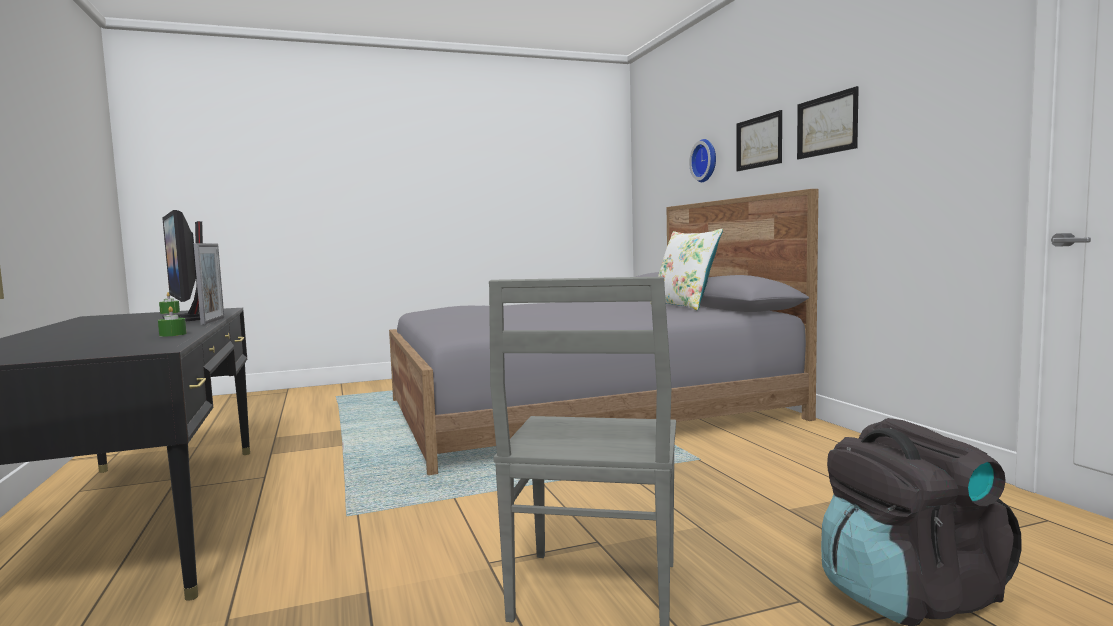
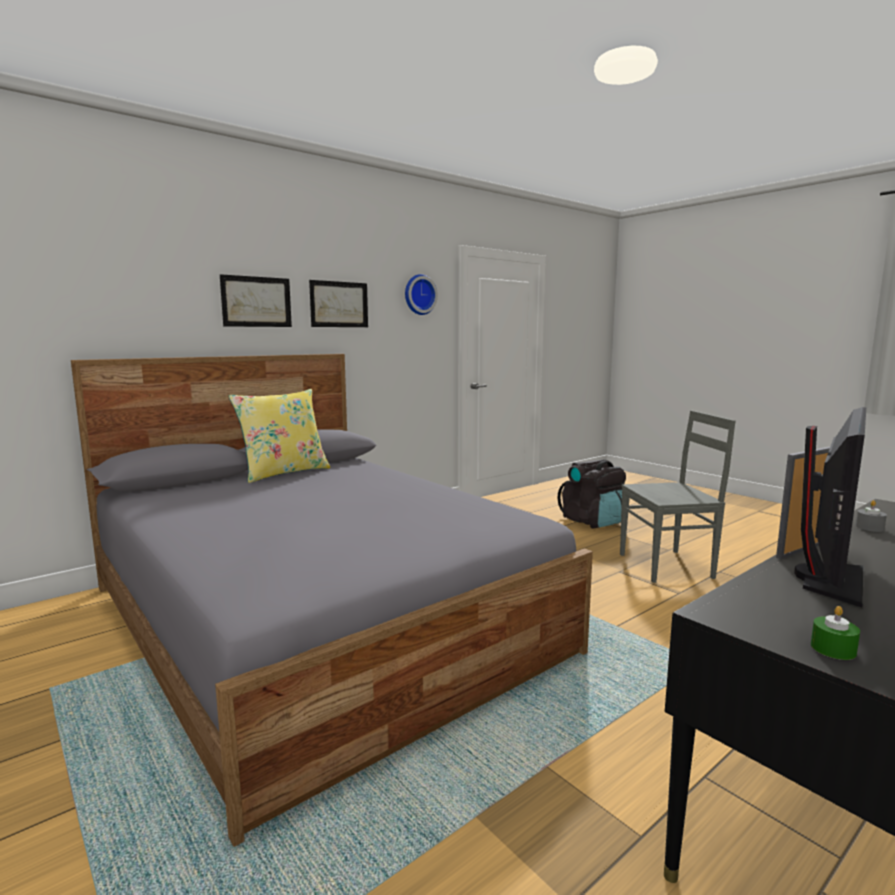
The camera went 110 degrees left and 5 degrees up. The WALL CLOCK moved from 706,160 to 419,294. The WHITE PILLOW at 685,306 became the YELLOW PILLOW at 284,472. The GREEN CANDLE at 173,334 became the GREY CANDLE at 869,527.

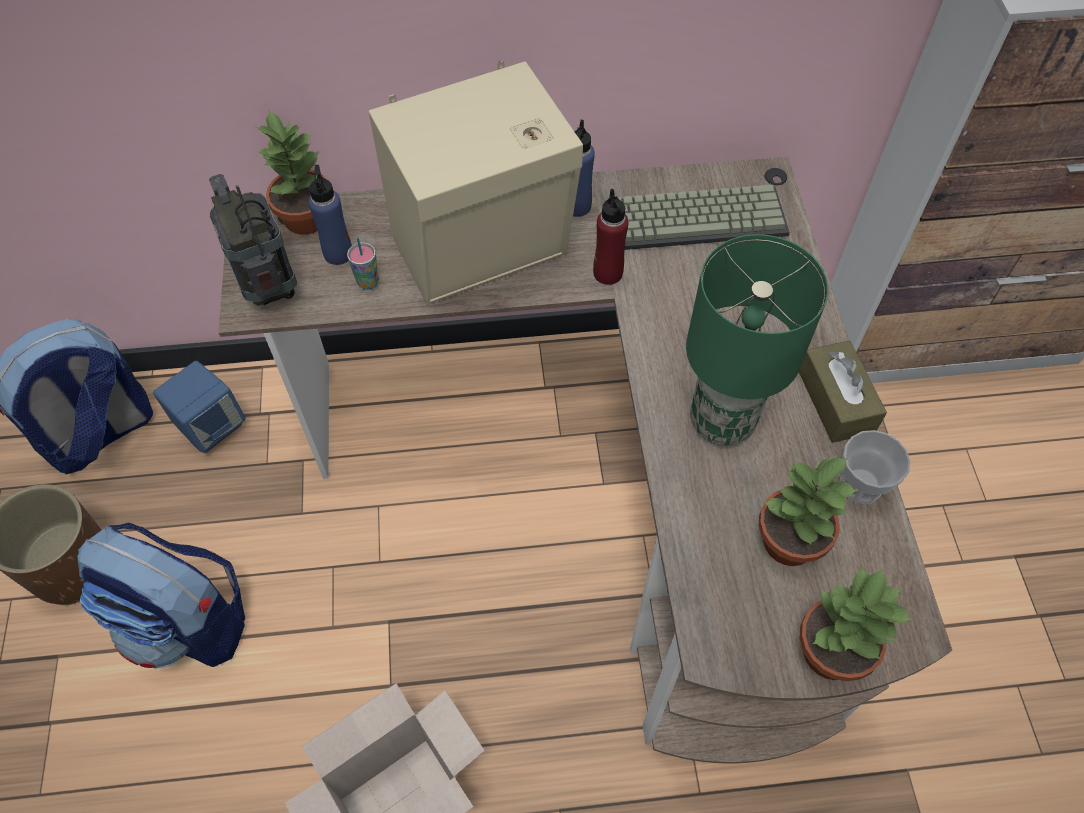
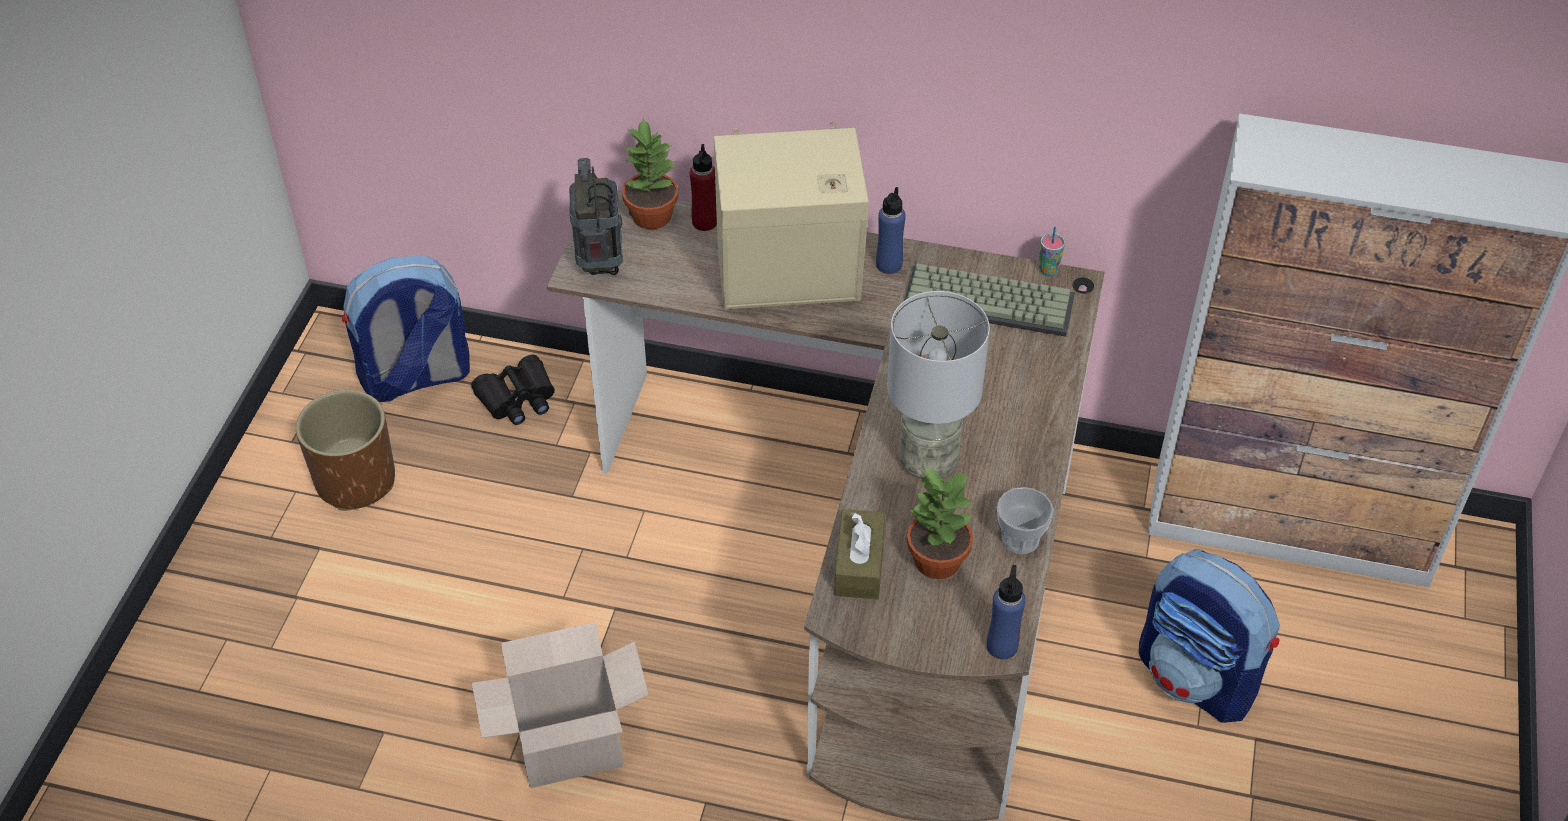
The camera went 20 degrees right and 10 degrees down. The BLUE BOTTLE moved from 338,253 to 1002,646. The RED BOTTLE moved from 608,273 to 704,222. The GREEN TABLE LAMP at 720,421 became the GREY TABLE LAMP at 927,461. The CUP moved from 368,282 to 1048,270. The BROWN TISSUE BOX moved from 836,401 to 859,564. The BLUE SPEAKER at 211,426 was replaced by the BLACK BINOCULARS at 517,399. The BACKPACK moved from 188,623 to 1198,678. The POTTED PLANT at 830,653 disappeared.

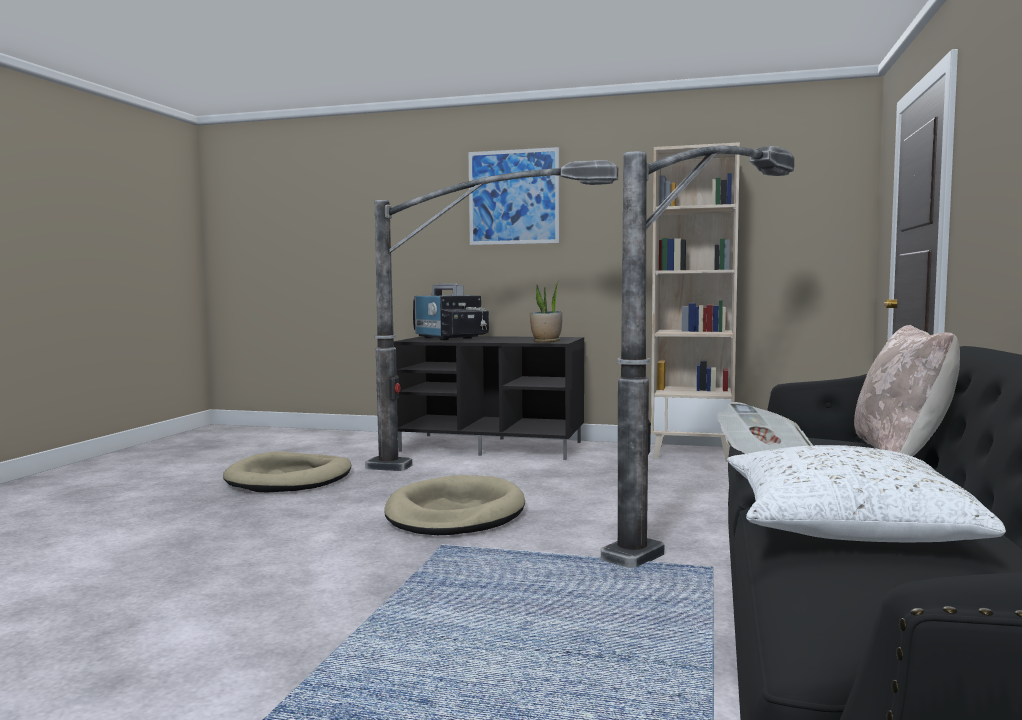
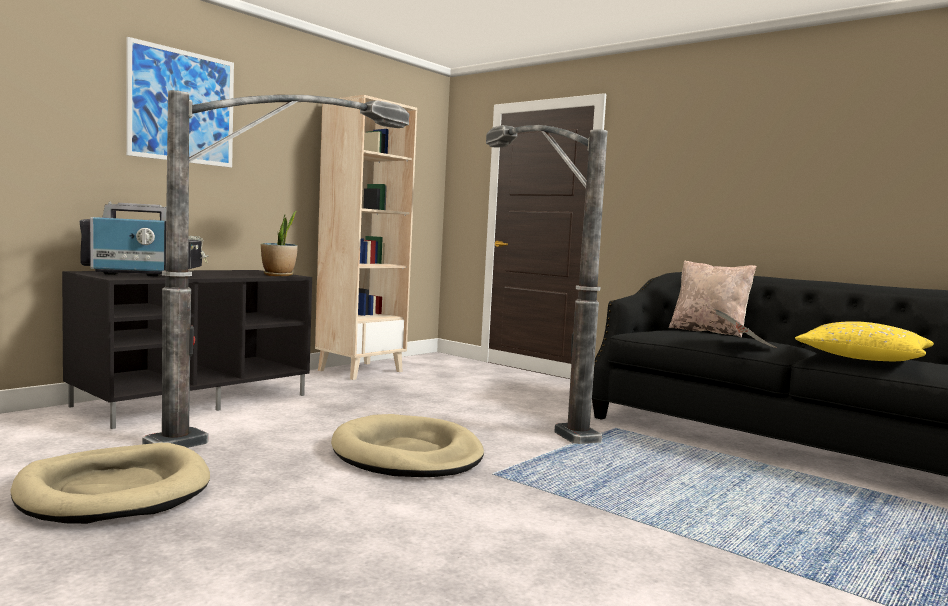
The camera went 65 degrees left and 0 degrees up. The WHITE PILLOW at 842,526 became the YELLOW PILLOW at 862,359.

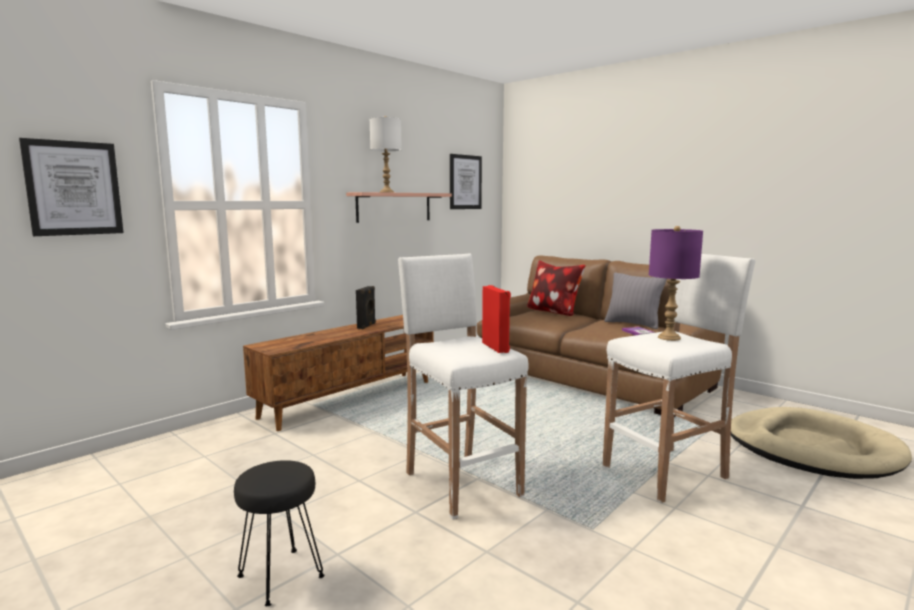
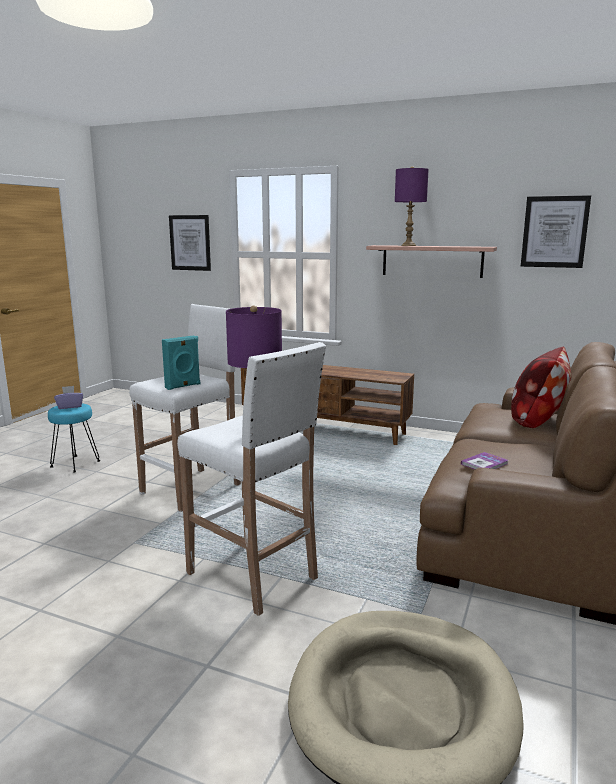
The camera went 70 degrees right and 5 degrees up. The WHITE TABLE LAMP at 387,192 became the PURPLE TABLE LAMP at 408,245. The GREY PILLOW at 633,324 disappeared. The RED SPEAKER at 496,347 became the TURQUOISE SPEAKER at 183,386. The BLACK SPEAKER at 367,326 disappeared. The BLACK STOOL at 281,575 became the TURQUOISE STOOL at 76,464. The PURPLE TISSUE BOX at 70,406 appeared.

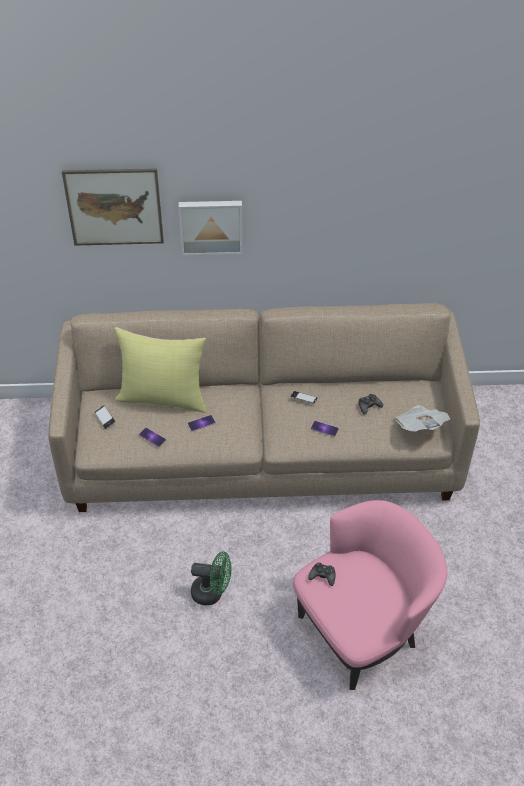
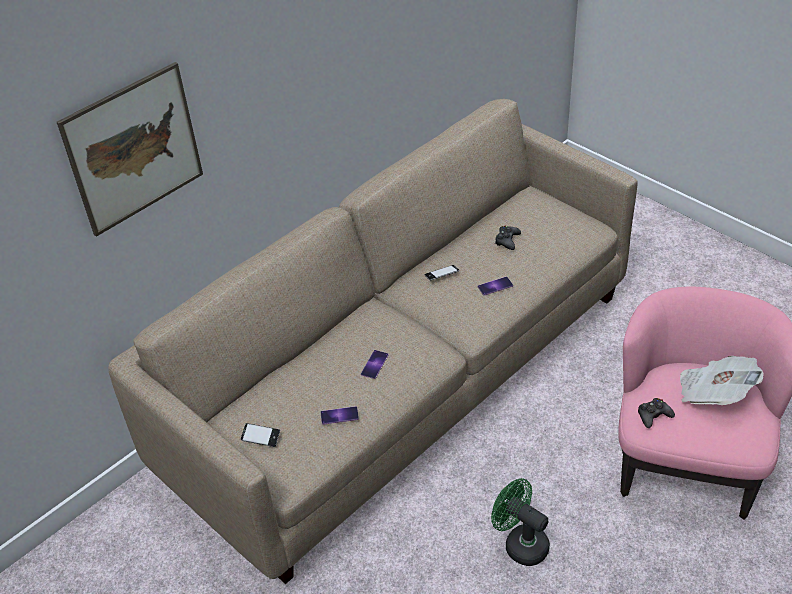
The camera went 40 degrees left and 5 degrees down. The PICTURE at 211,226 disappeared. The YELLOW PILLOW at 163,397 disappeared. The NEWSPAPER moved from 420,427 to 714,393. The GREEN FAN at 212,592 turned 105 degrees counterclockwise.

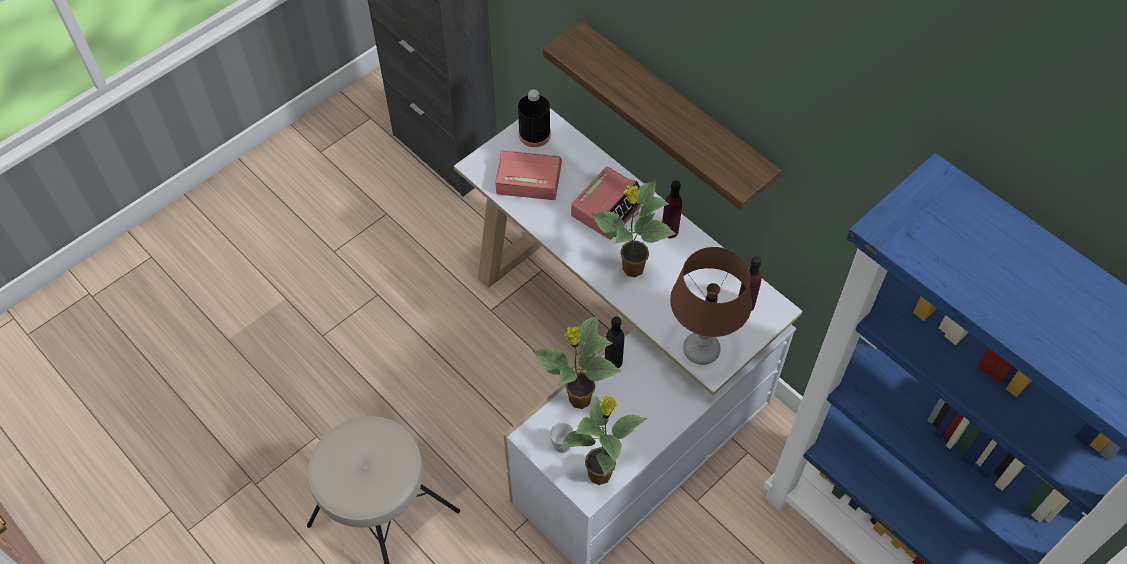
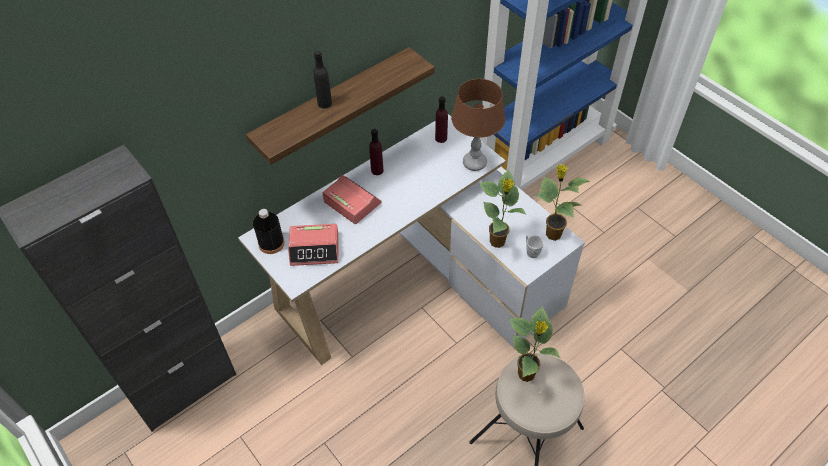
The camera went 85 degrees left and 5 degrees down. The ALARM CLOCK at 528,178 turned 105 degrees counterclockwise. The POTTED PLANT moved from 631,269 to 526,375. The BLACK BOTTLE moved from 613,361 to 324,103.

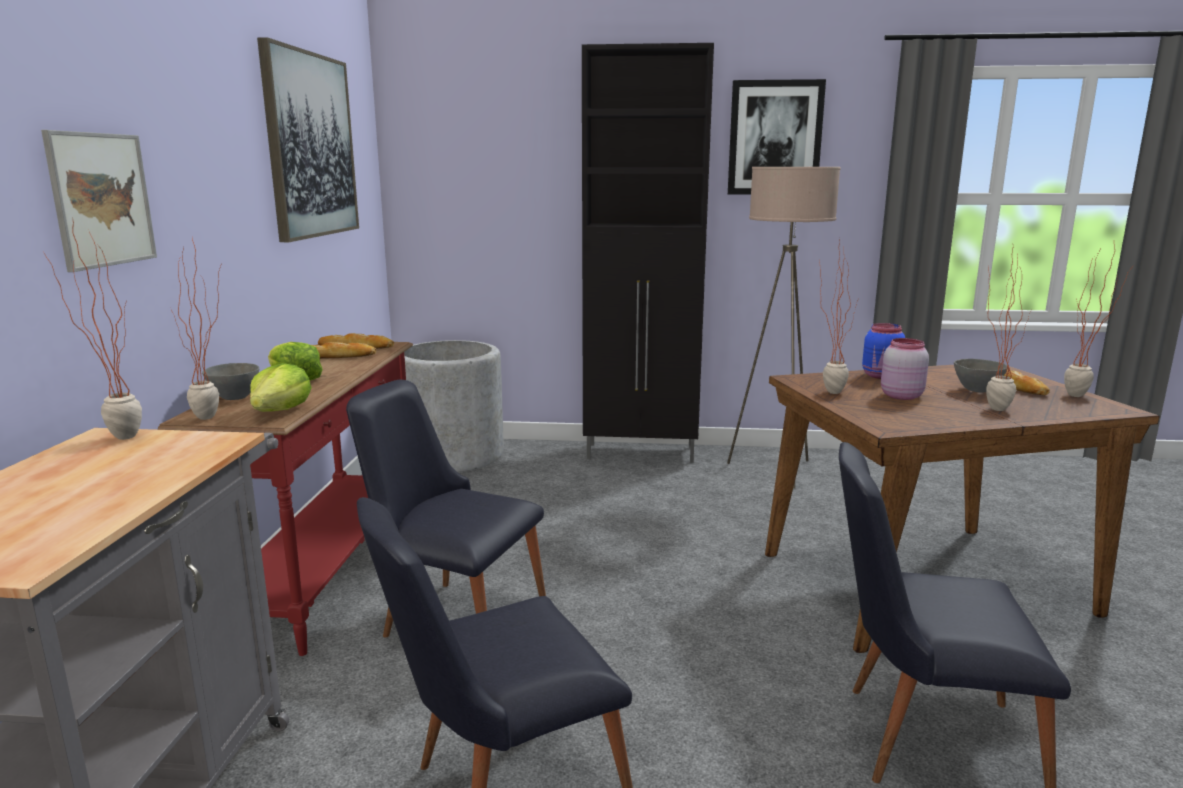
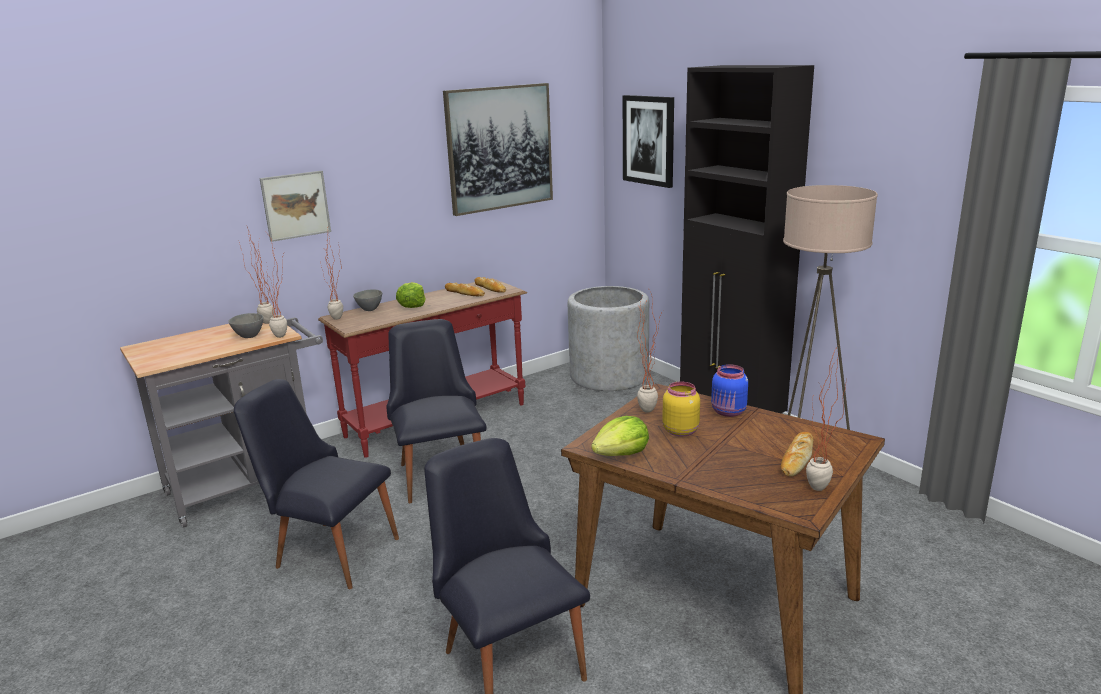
The camera went 50 degrees right and 5 degrees up. The PICTURE moved from 775,138 to 649,140. The POTTED PLANT moved from 992,407 to 285,334. The PINK JAR at 900,396 became the YELLOW JAR at 680,430. The GREY BOWL moved from 977,390 to 248,336. The LETTUCE moved from 280,411 to 621,454.

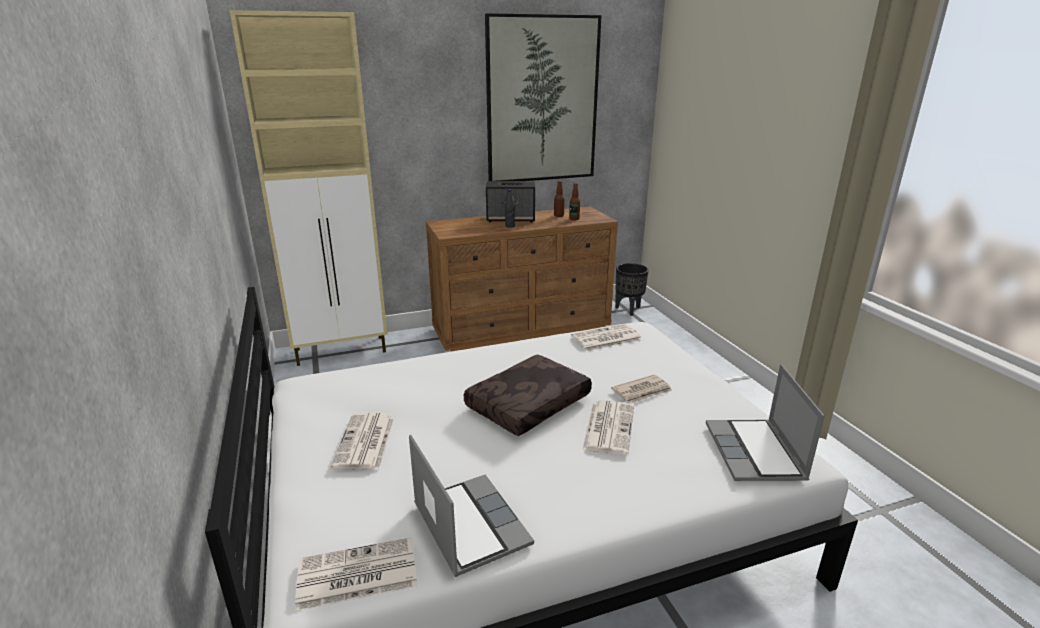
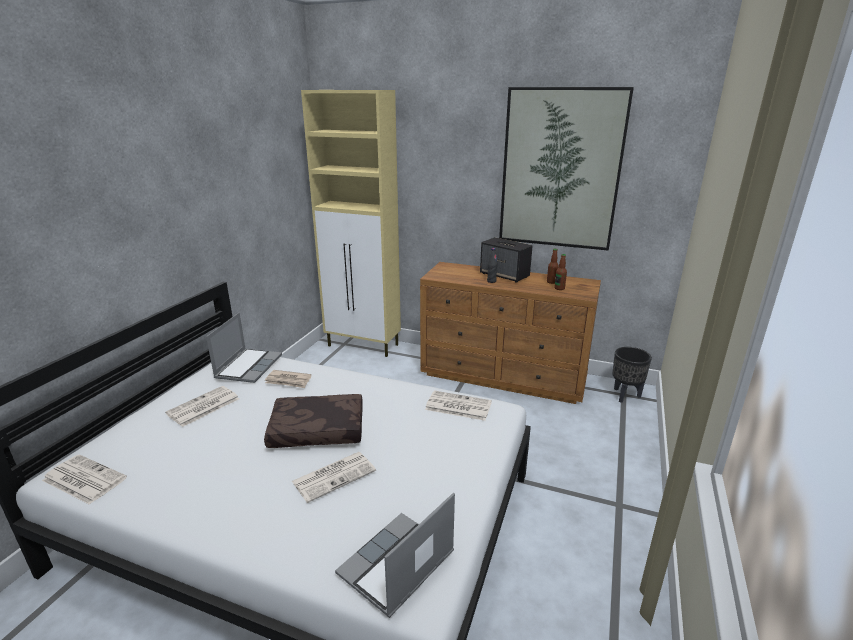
The camera went 40 degrees right and 0 degrees up. The NEWSPAPER moved from 642,391 to 288,381. The LAPTOP moved from 468,524 to 248,366.

